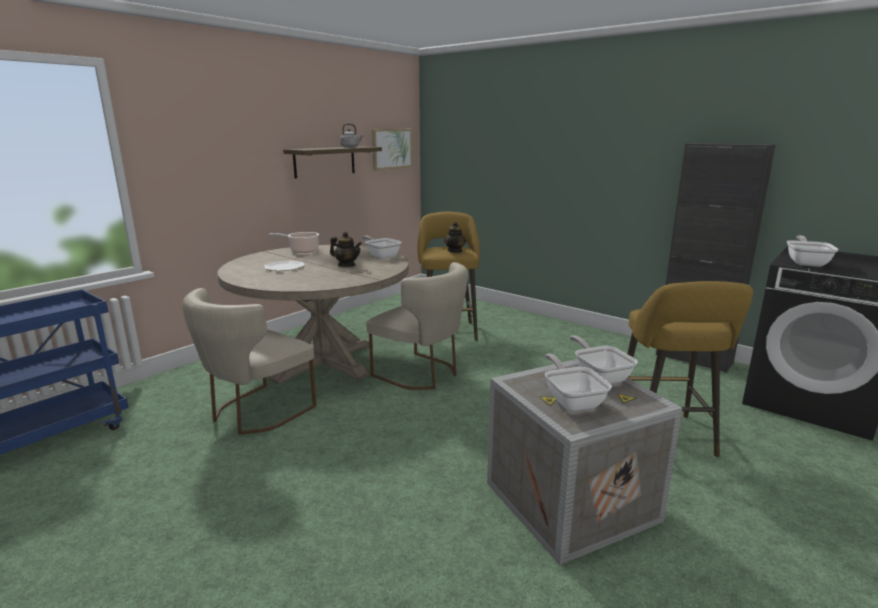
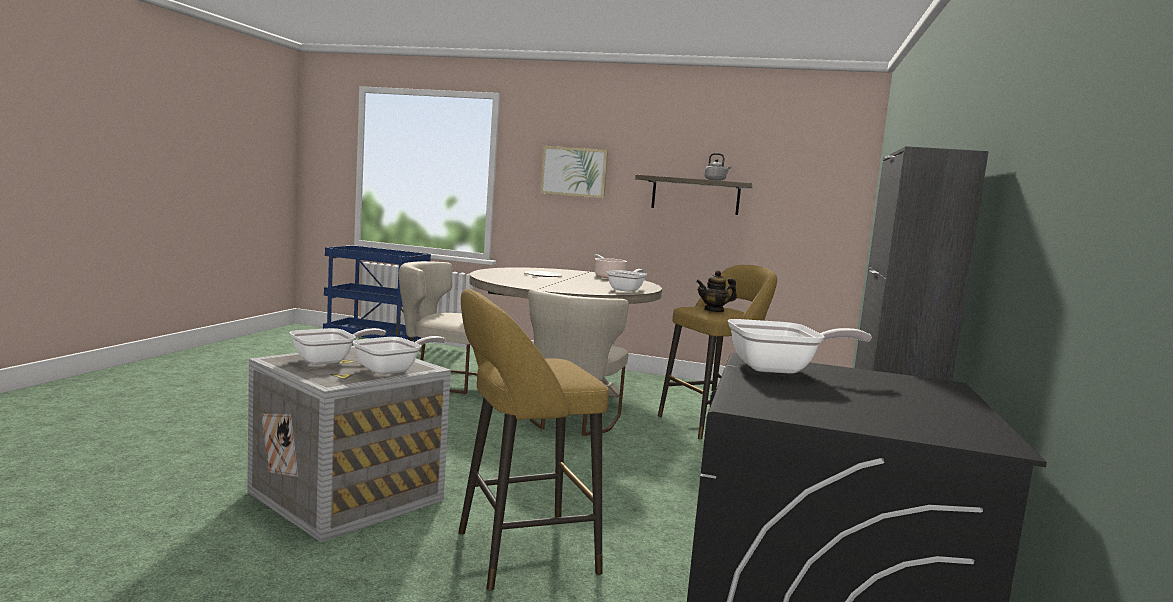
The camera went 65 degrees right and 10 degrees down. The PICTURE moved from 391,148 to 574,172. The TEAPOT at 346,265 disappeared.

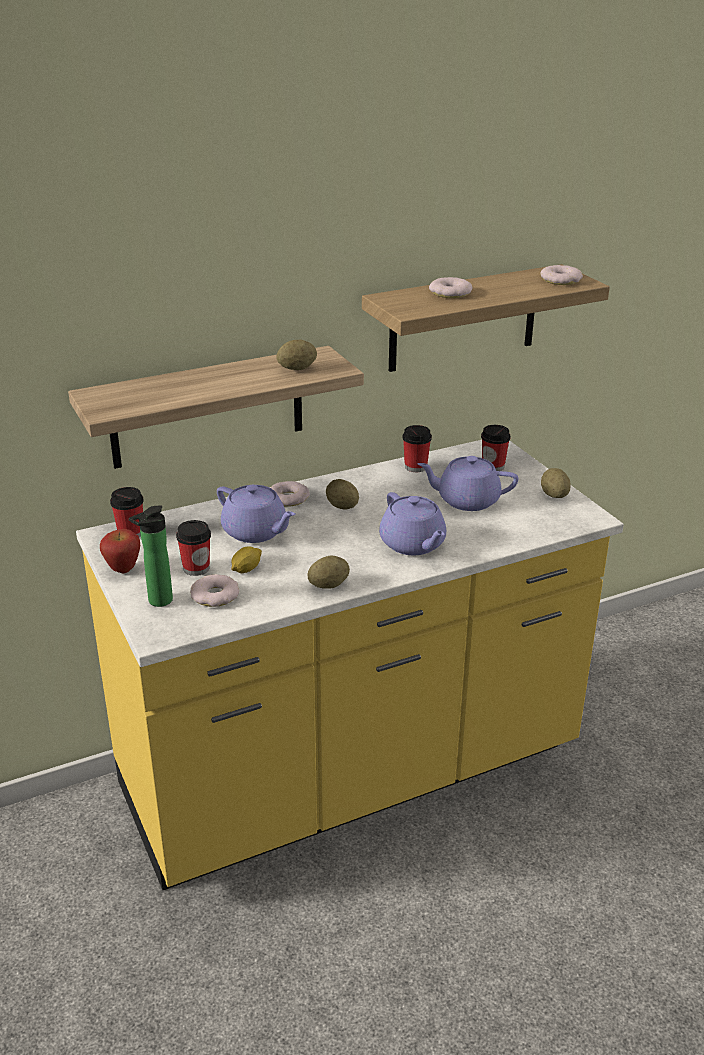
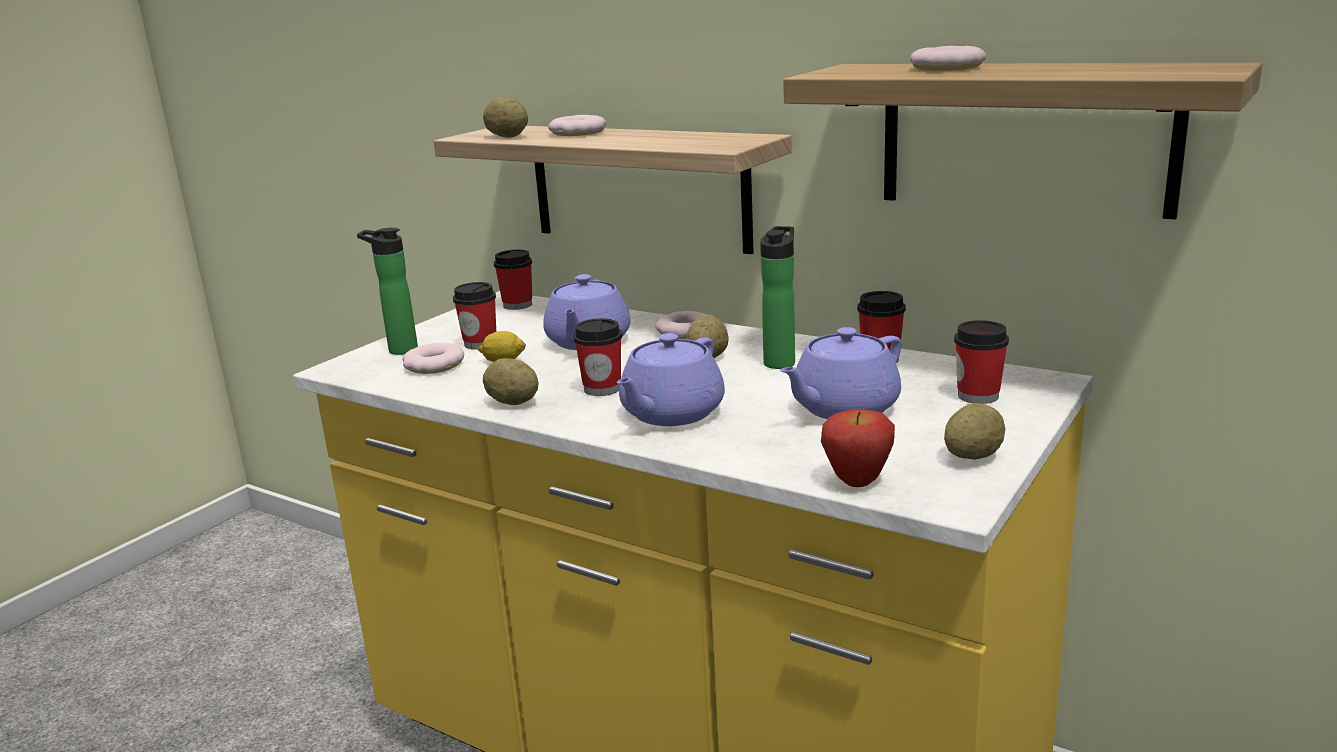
The camera went 60 degrees right and 10 degrees down. The DONUT moved from 561,280 to 578,133. The POTATO moved from 297,369 to 507,137. The PURPLE TEAPOT at 466,500 turned 105 degrees counterclockwise. The APPLE moved from 123,569 to 857,482. The BOTTLE at 780,362 appeared. The CUP at 602,389 appeared.

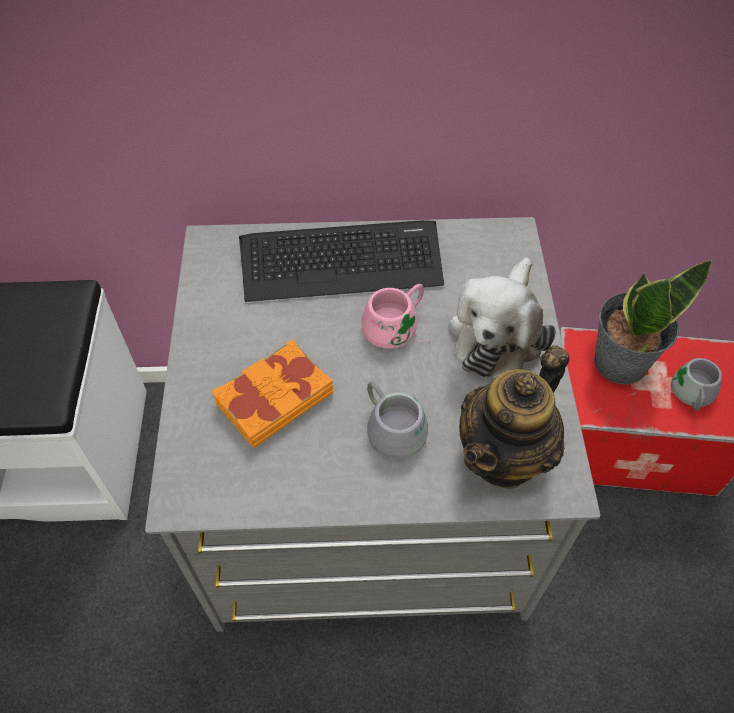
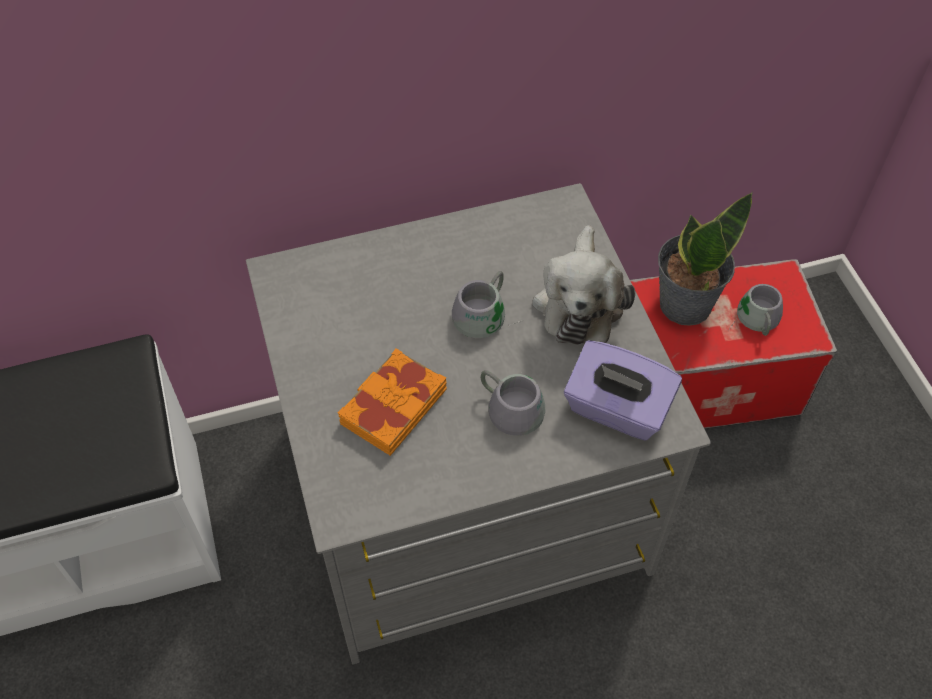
The camera went 15 degrees left and 0 degrees up. The KEYBOARD at 341,261 disappeared. The PINK MUG at 399,328 became the GREY MUG at 487,316. The TEAPOT at 505,455 was replaced by the PURPLE TISSUE BOX at 616,409.

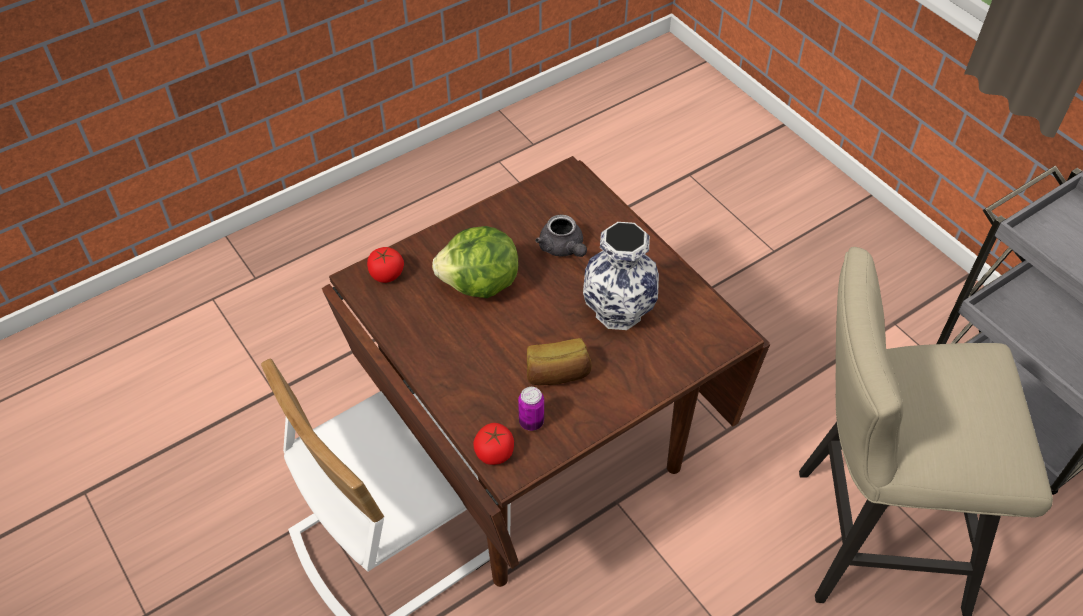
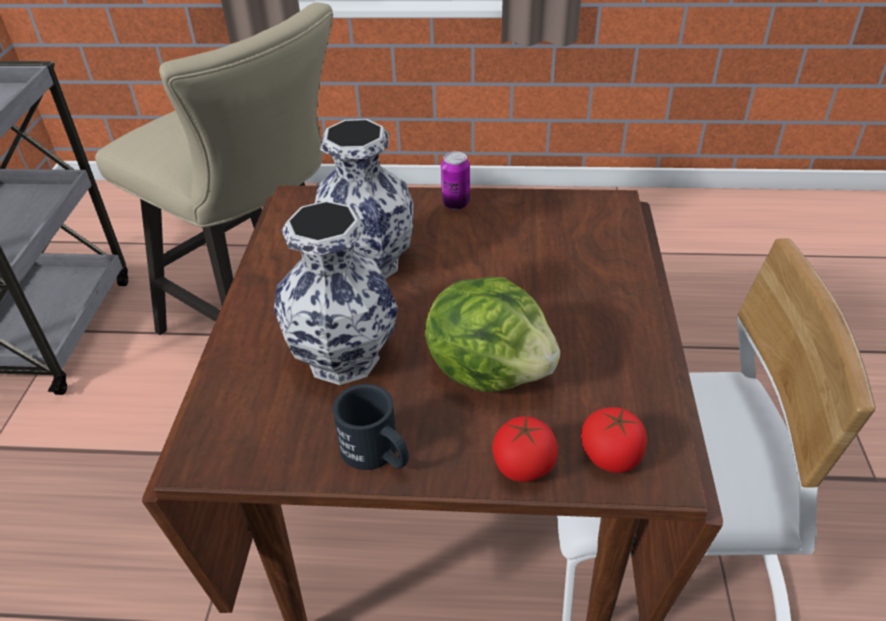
The camera went 140 degrees left and 10 degrees down. The GREY TEAPOT at 563,248 was replaced by the VASE at 342,357. The BREAD at 557,374 disappeared. The CAN moved from 531,422 to 456,204. The TOMATO moved from 494,453 to 523,466. The BLACK MUG at 377,454 appeared.

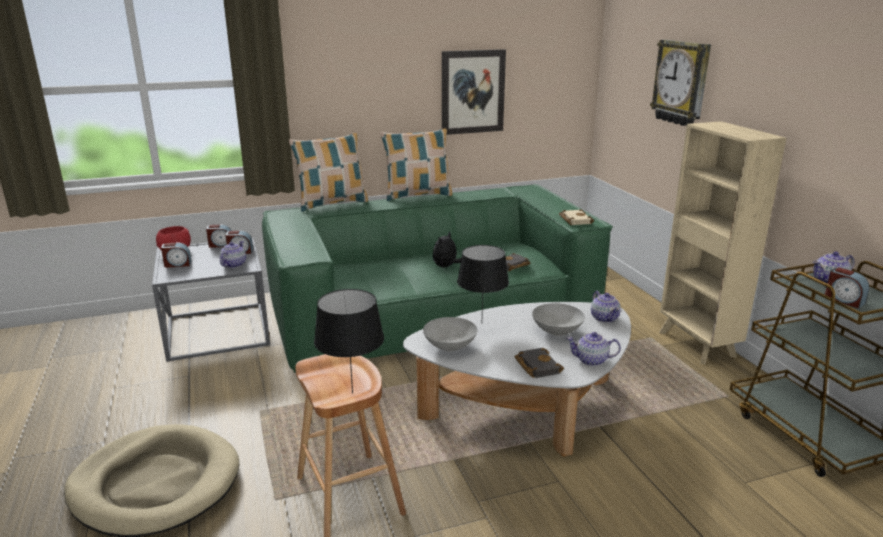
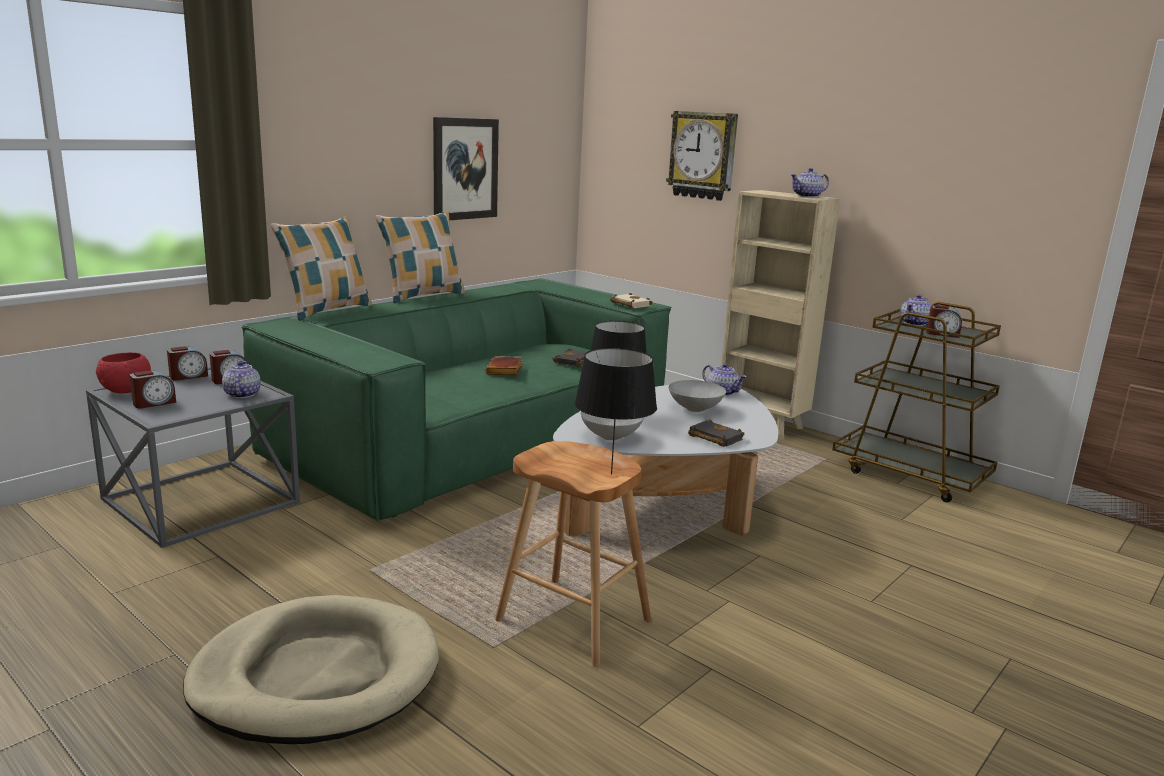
The camera went 30 degrees left and 5 degrees down. The PLUSH TOY at 446,267 was replaced by the BROWN BOOK at 505,370. The TEAPOT moved from 592,360 to 808,196.

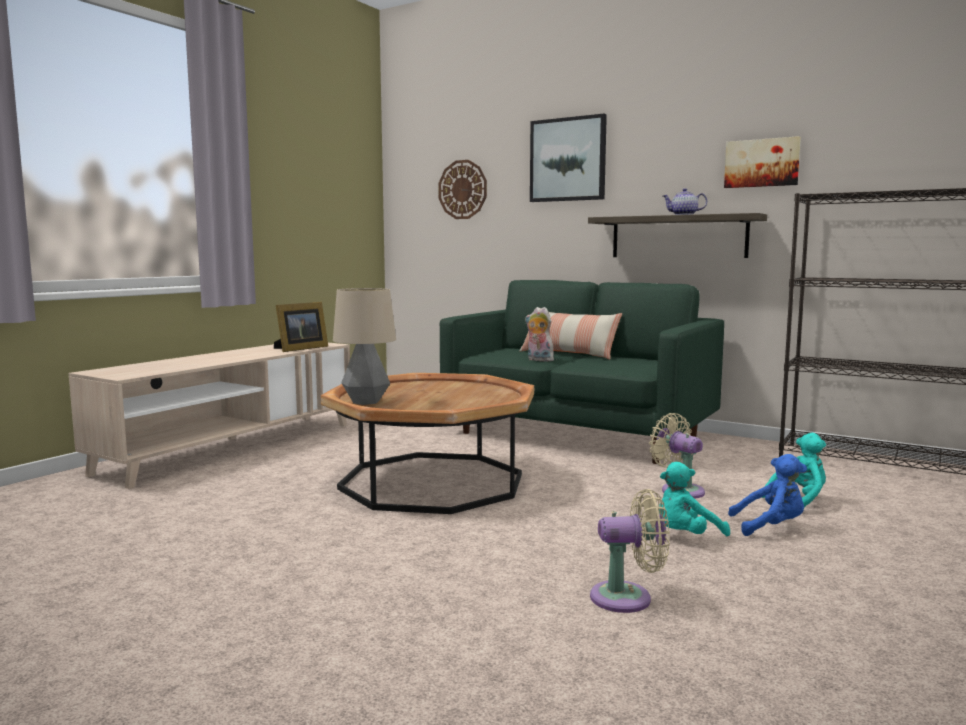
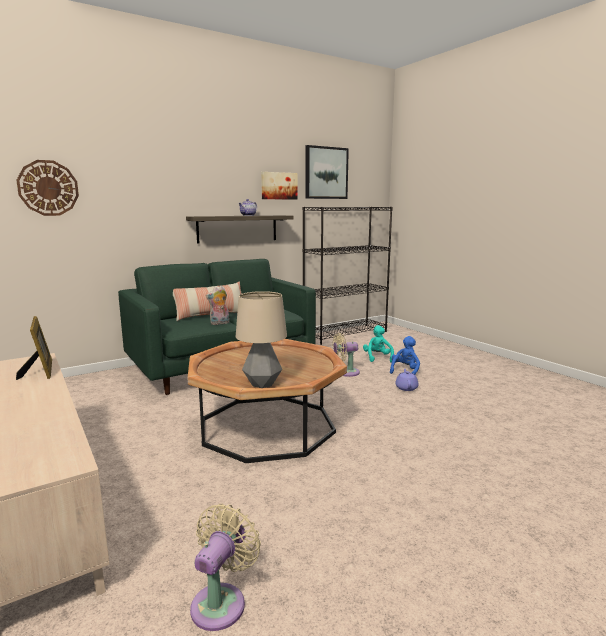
The camera went 65 degrees left and 5 degrees up. The PICTURE moved from 568,159 to 326,173. The TURQUOISE PLUSH TOY at 685,536 was replaced by the PURPLE TEAPOT at 406,388. The BEIGE FAN moved from 627,598 to 221,601.

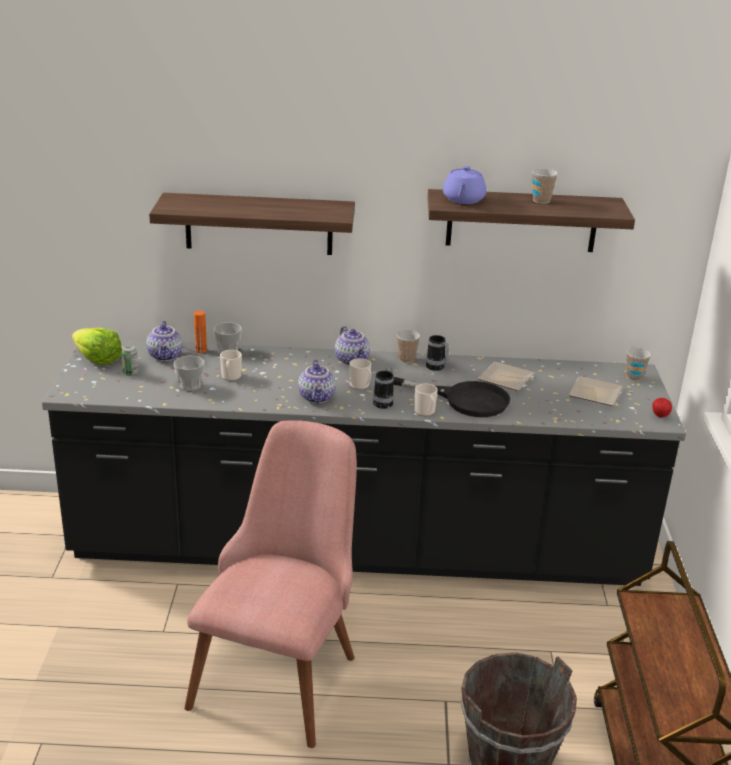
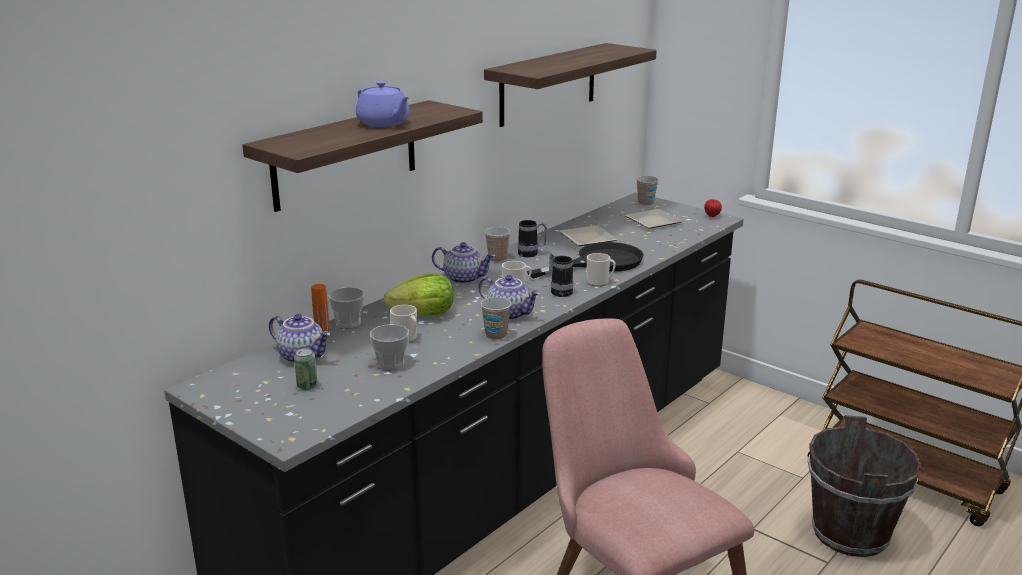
The camera went 50 degrees left and 5 degrees down. The PURPLE TEAPOT moved from 463,200 to 384,123. The CUP moved from 541,200 to 496,335. The LETTUCE moved from 97,359 to 423,314.

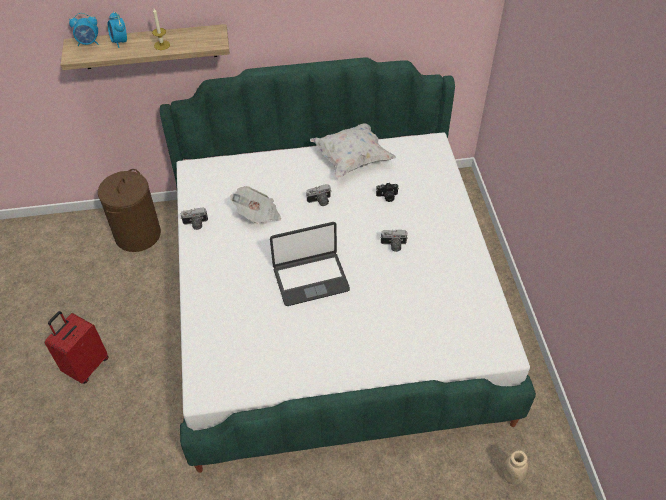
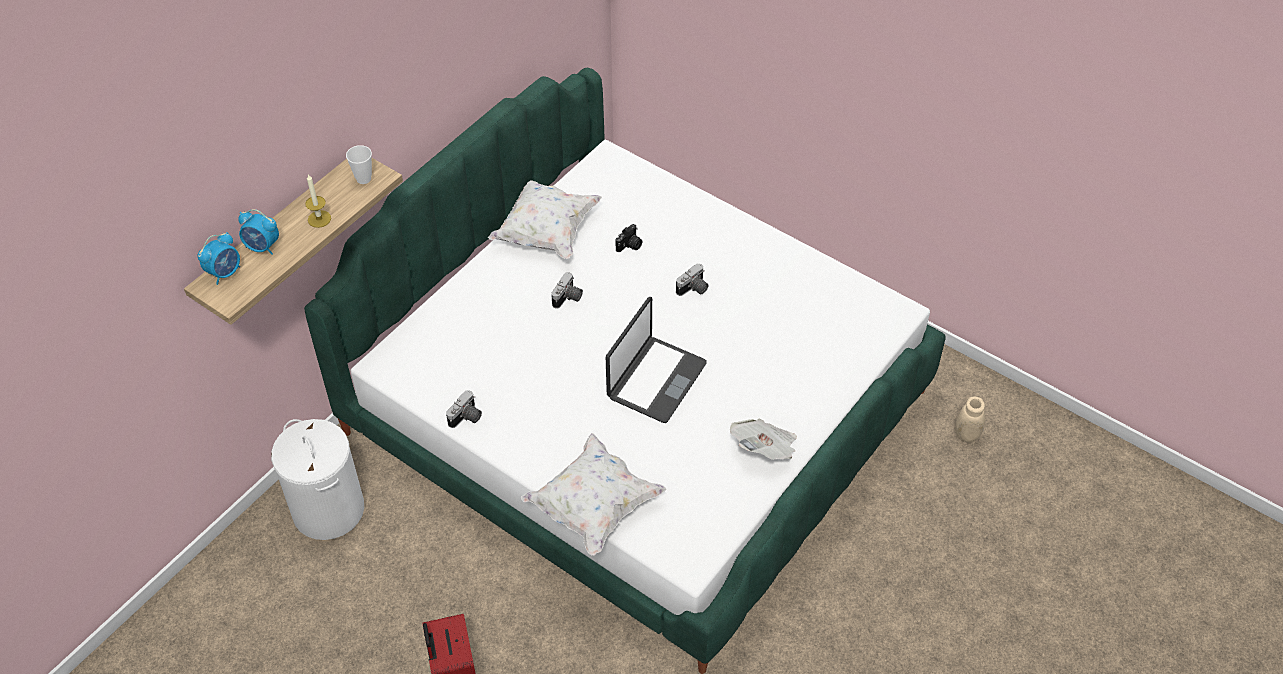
The camera went 45 degrees left and 0 degrees up. The BROWN LAUNDRY BASKET at 138,234 became the WHITE LAUNDRY BASKET at 328,509. The NEWSPAPER moved from 258,214 to 765,449. The CUP at 363,178 appeared. The WHITE PILLOW at 594,506 appeared.

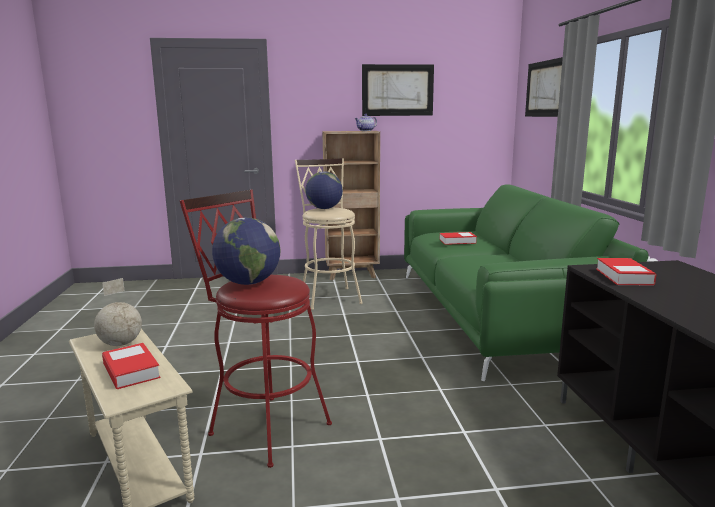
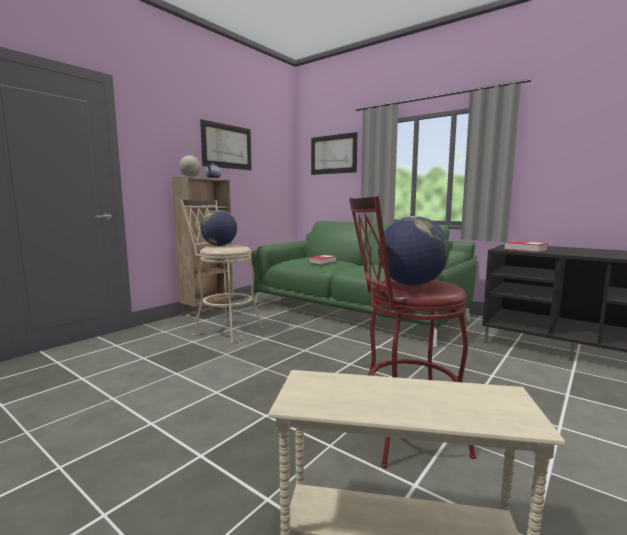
The camera went 45 degrees left and 5 degrees down. The GLOBE moved from 120,344 to 190,176. The BOOK at 131,371 disappeared.

